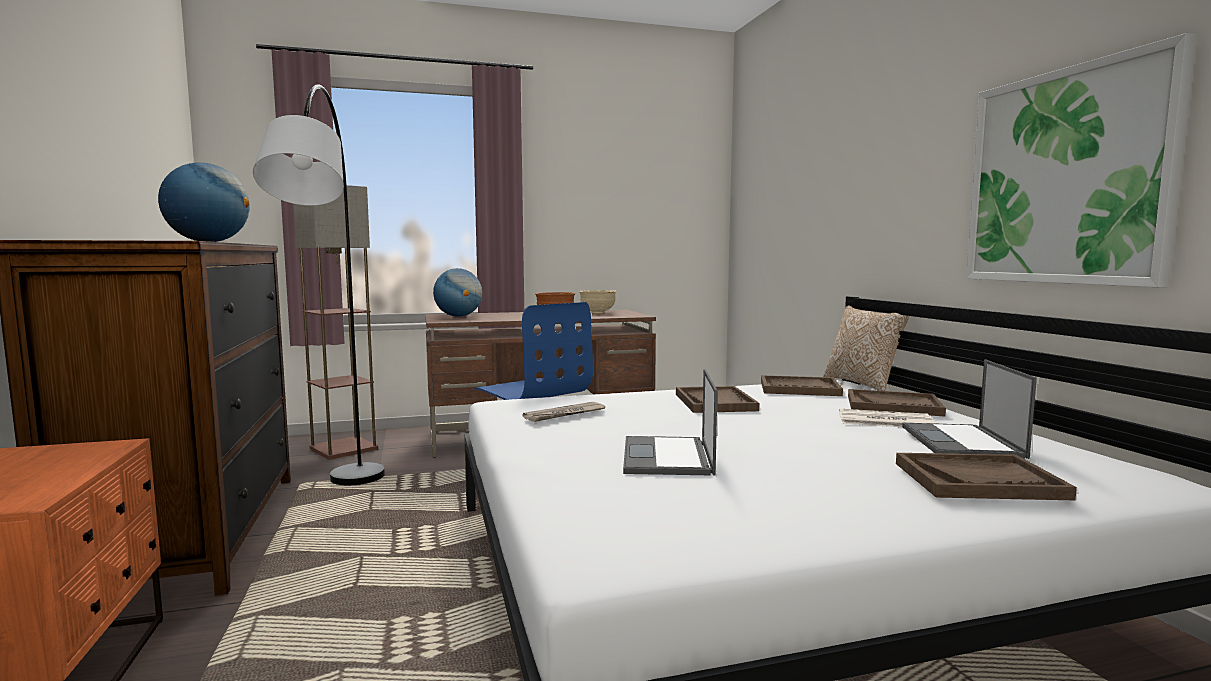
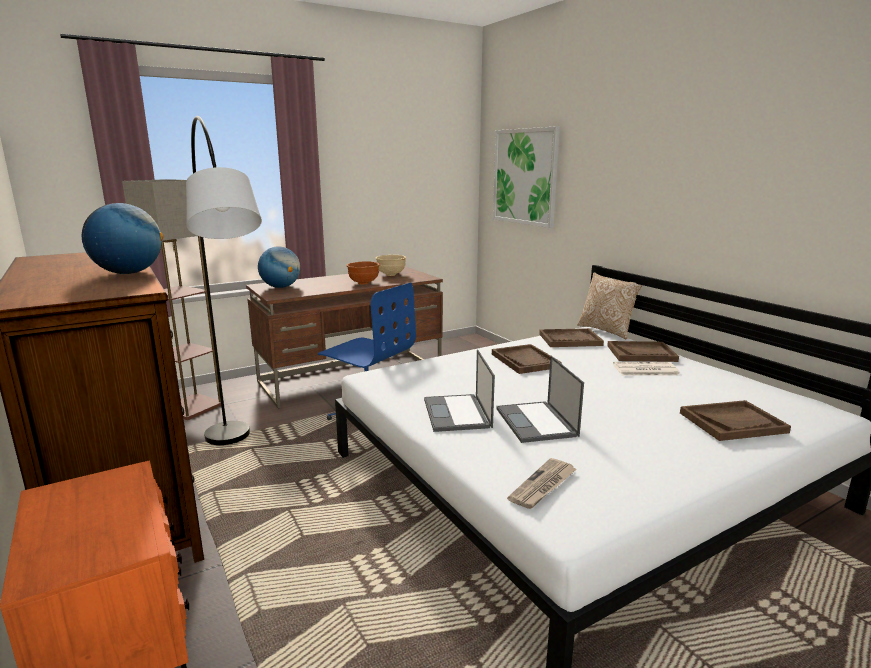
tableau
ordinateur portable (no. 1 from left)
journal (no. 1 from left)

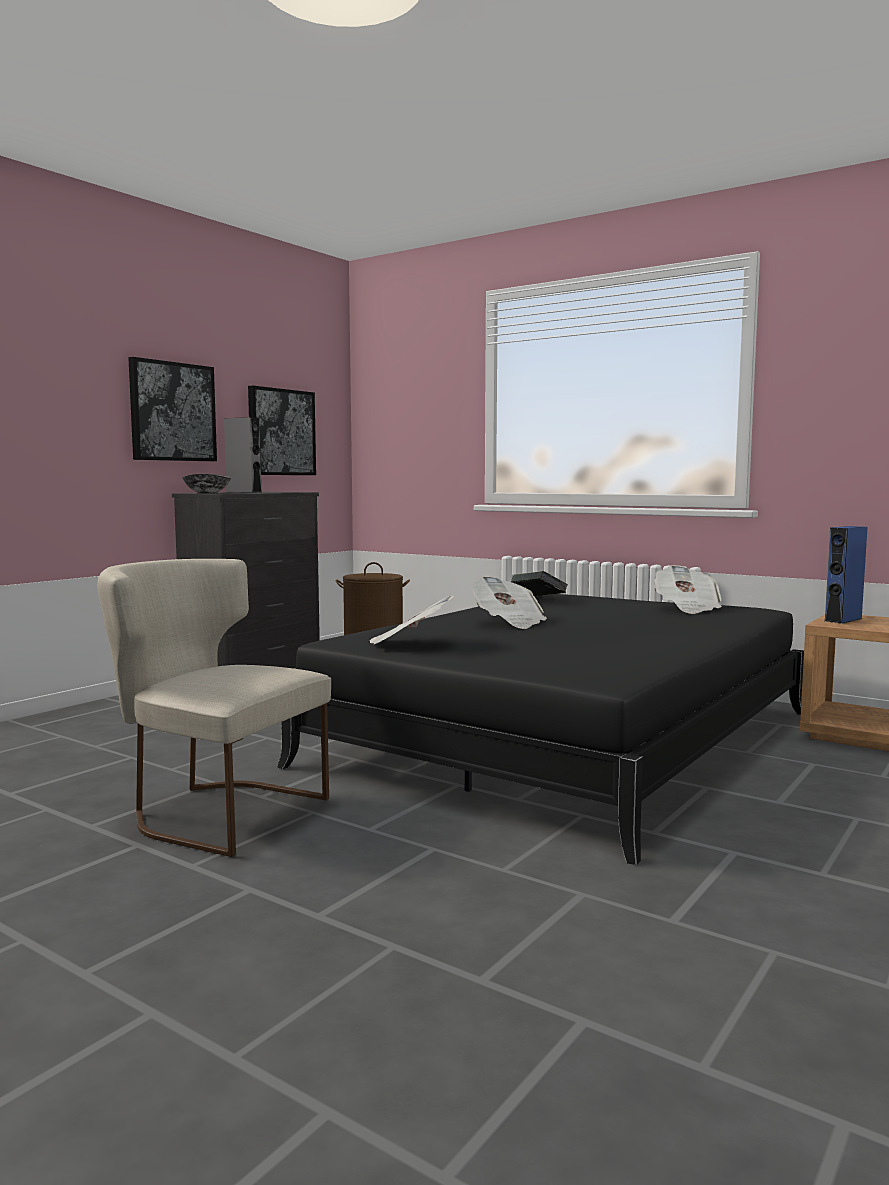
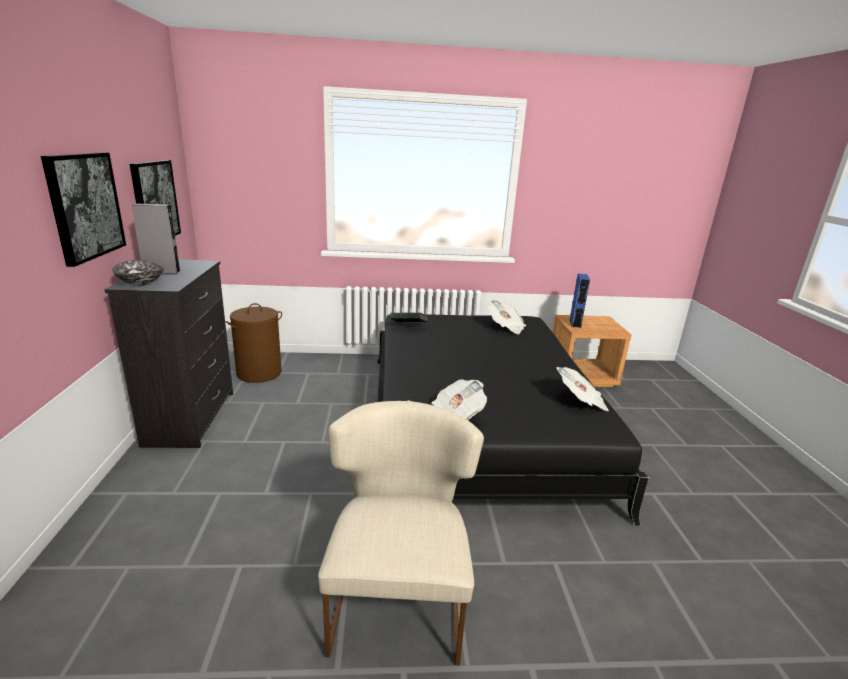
chaise/beige
journal (no. 3 from left)

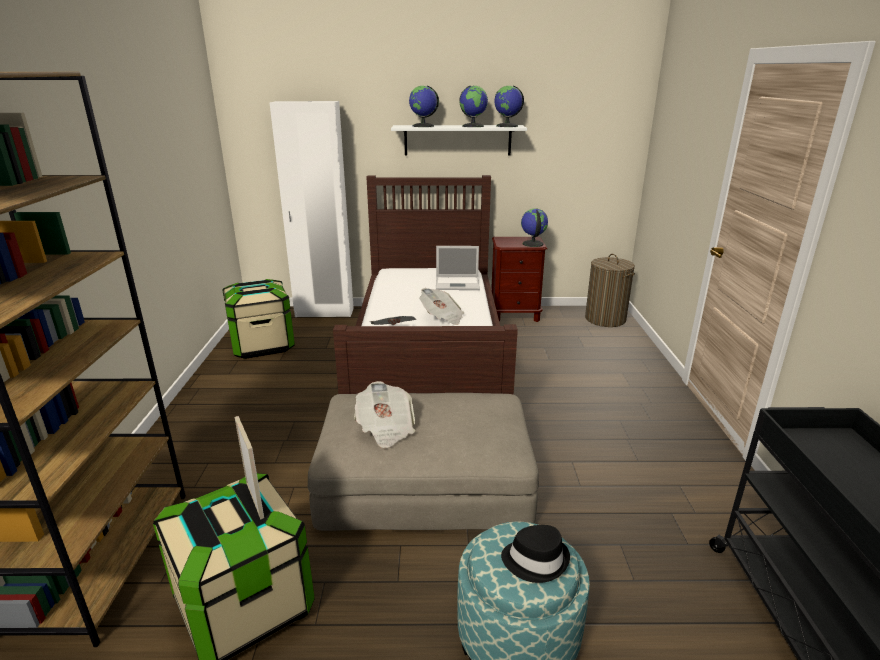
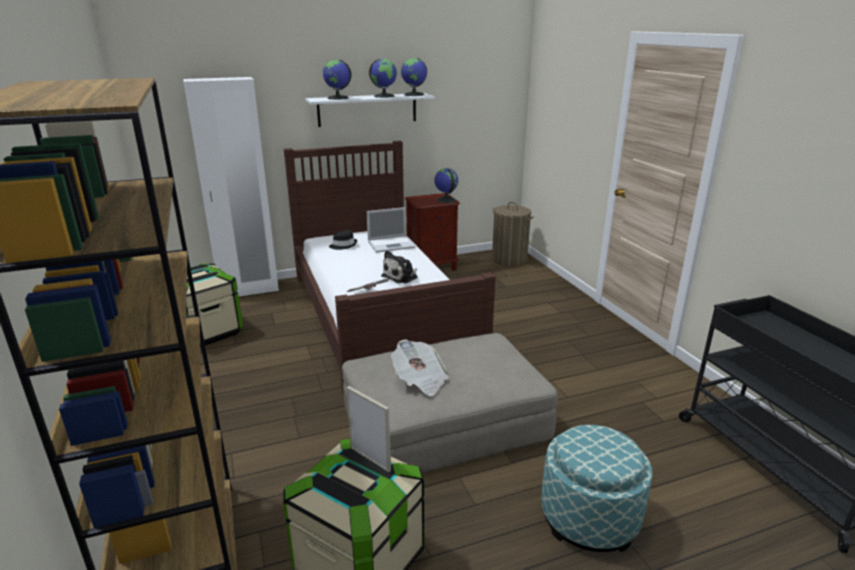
peluche
chapeau/noir

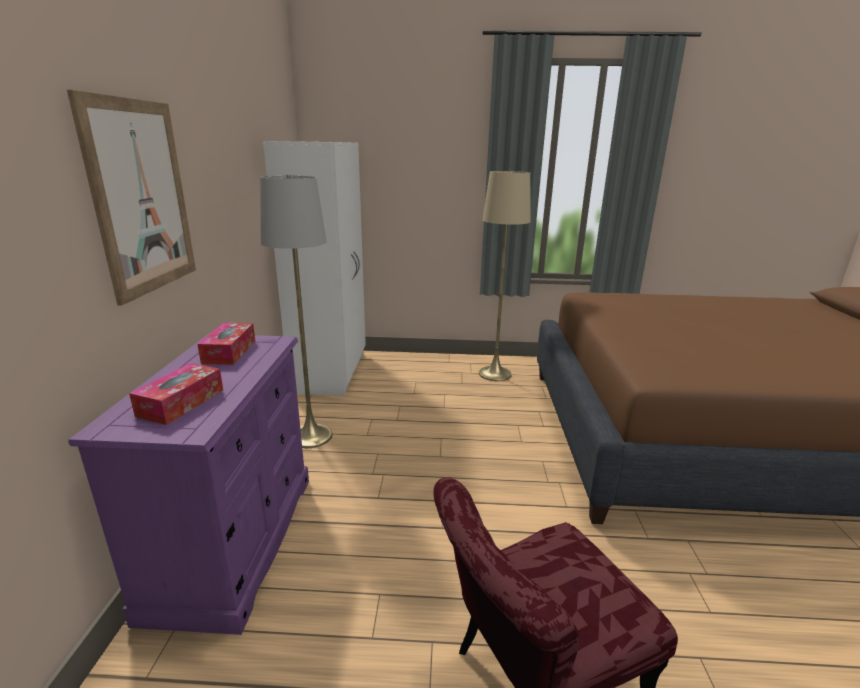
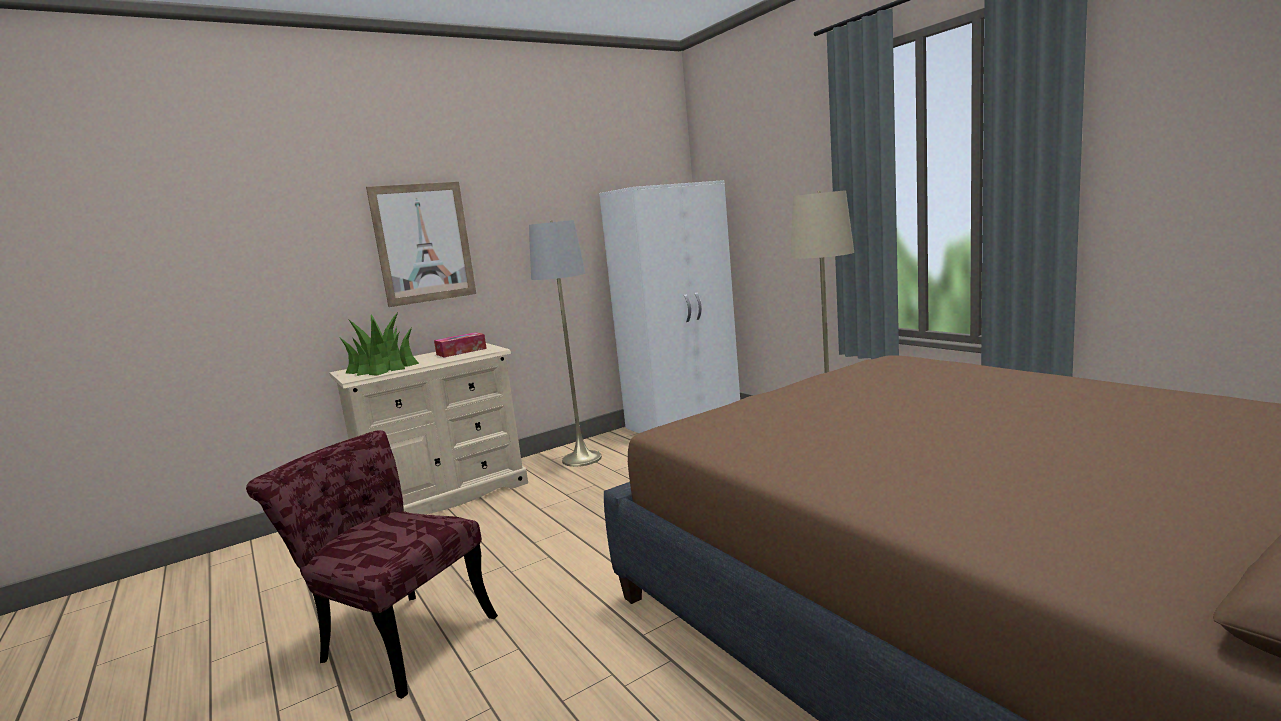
commode/beige
plante en pot

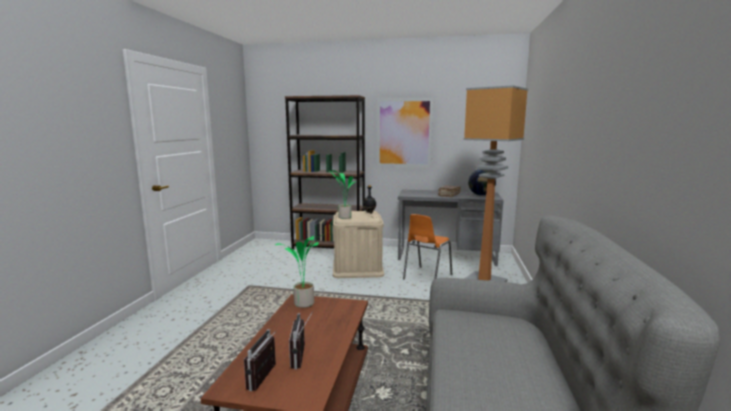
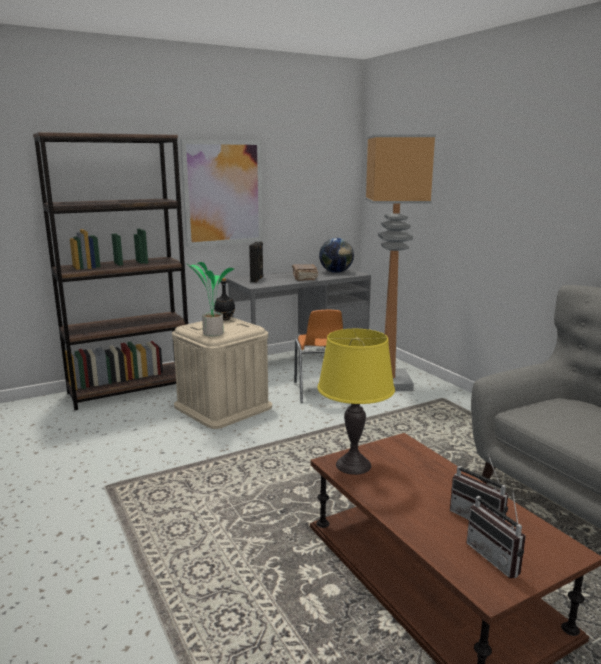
lampe de table/jaune
enceinte/noir

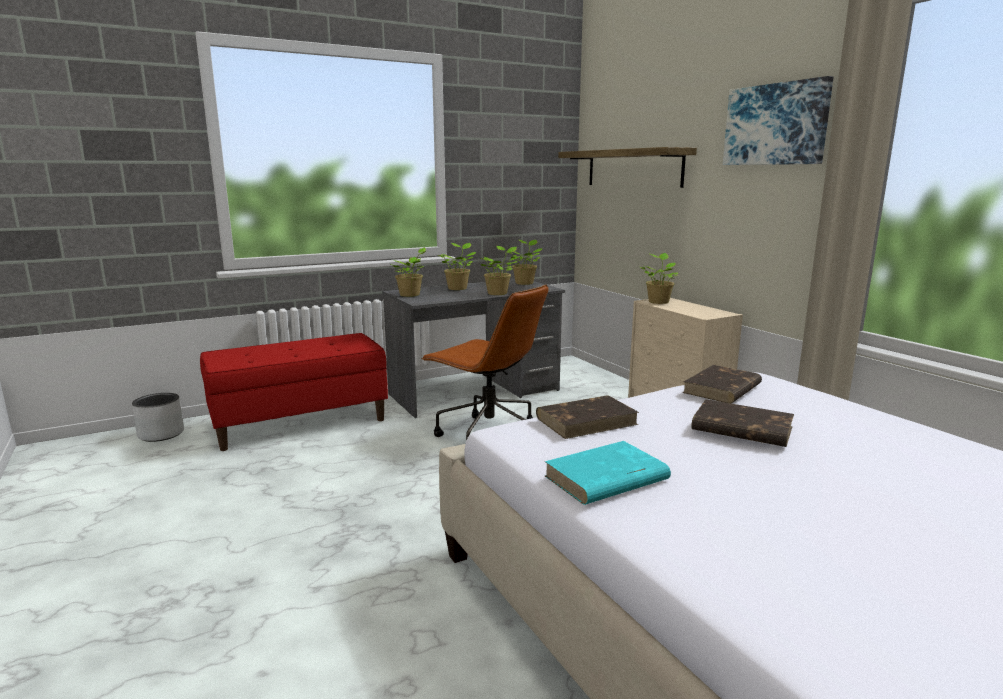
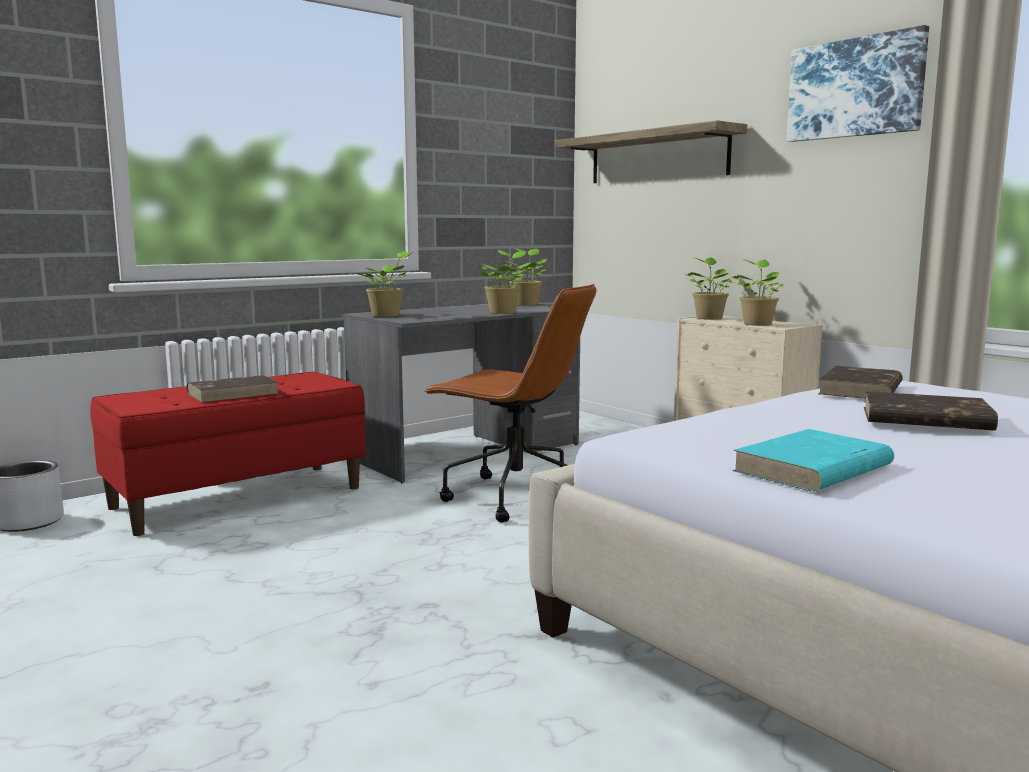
plante en pot (no. 5 from left)
livre/marron (no. 1 from left)

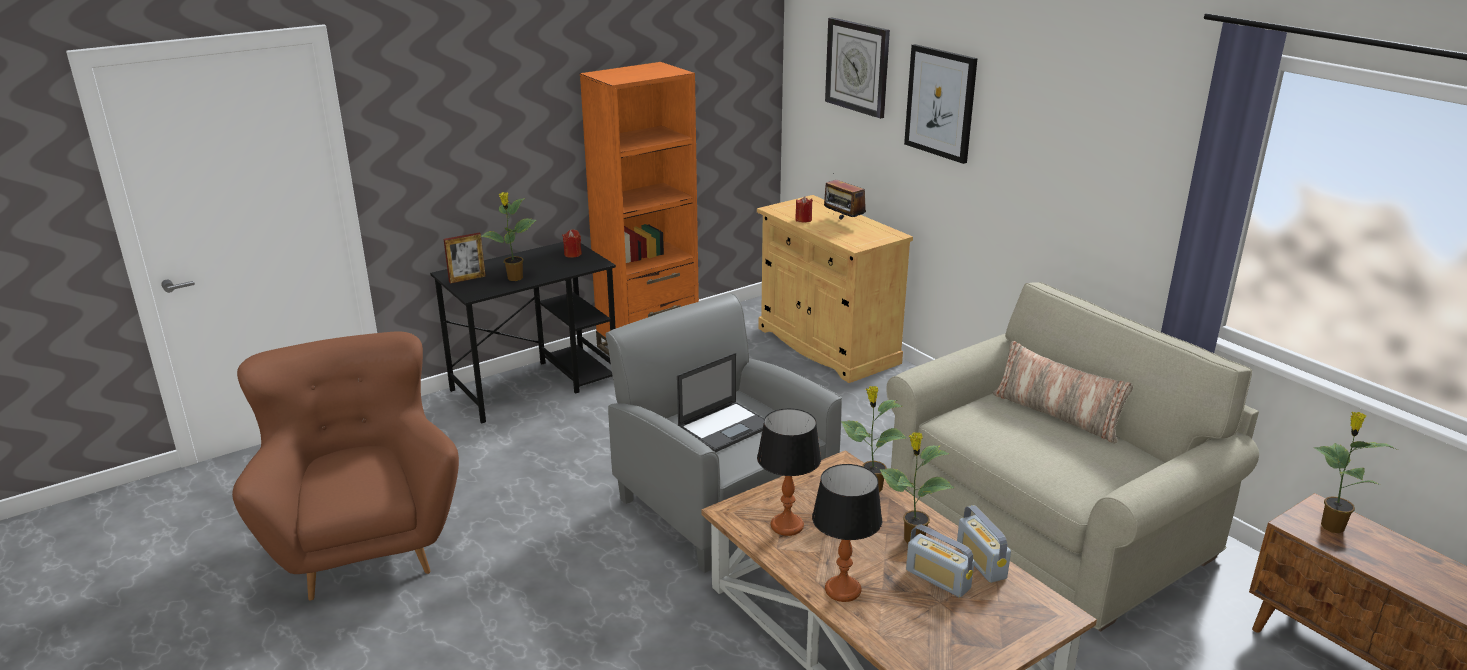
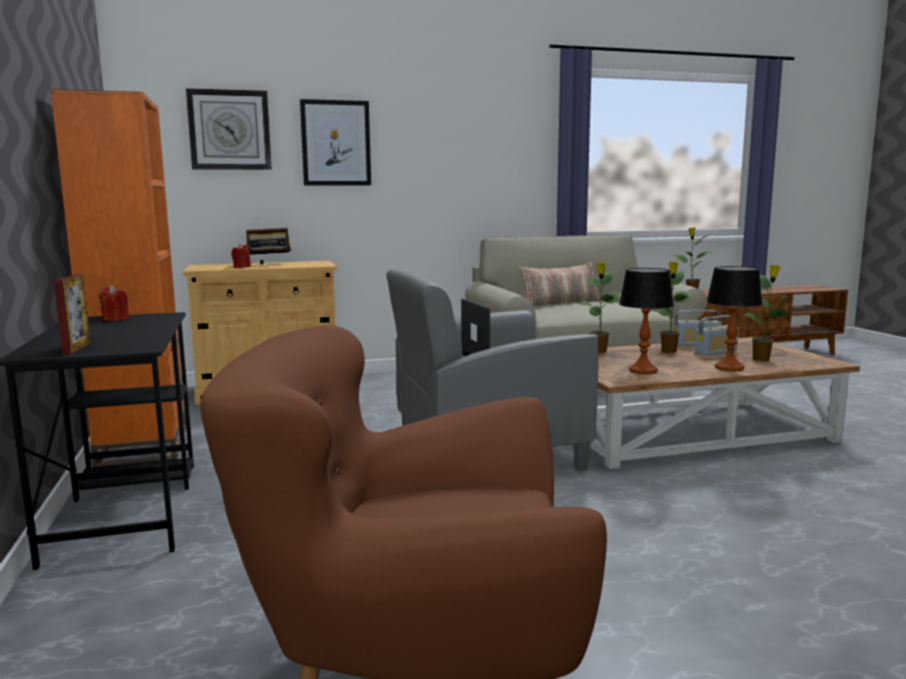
plante en pot (no. 4 from left)

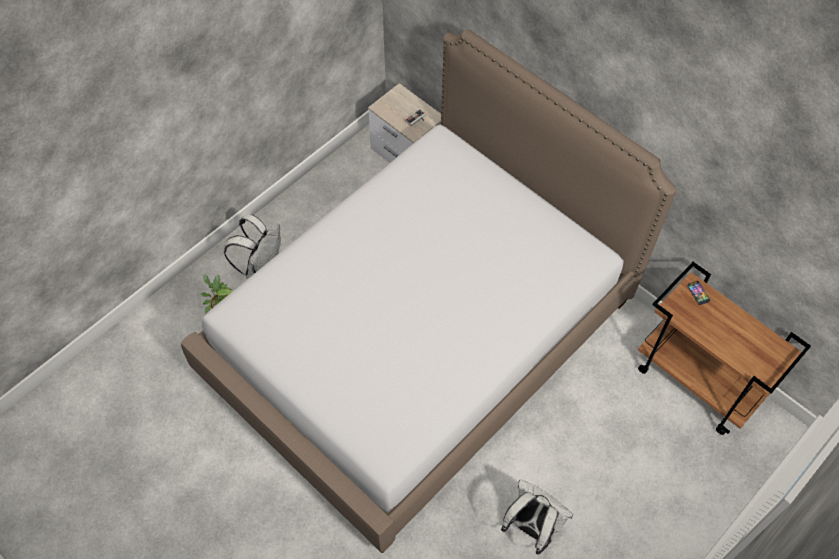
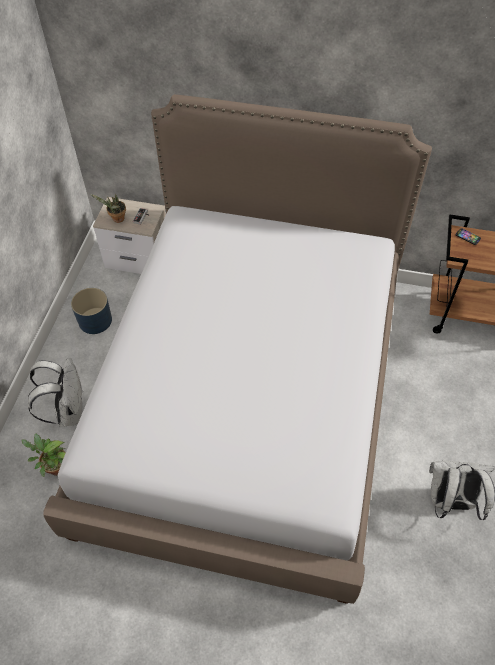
plante en pot (no. 2 from left)
cache-pot/bleu

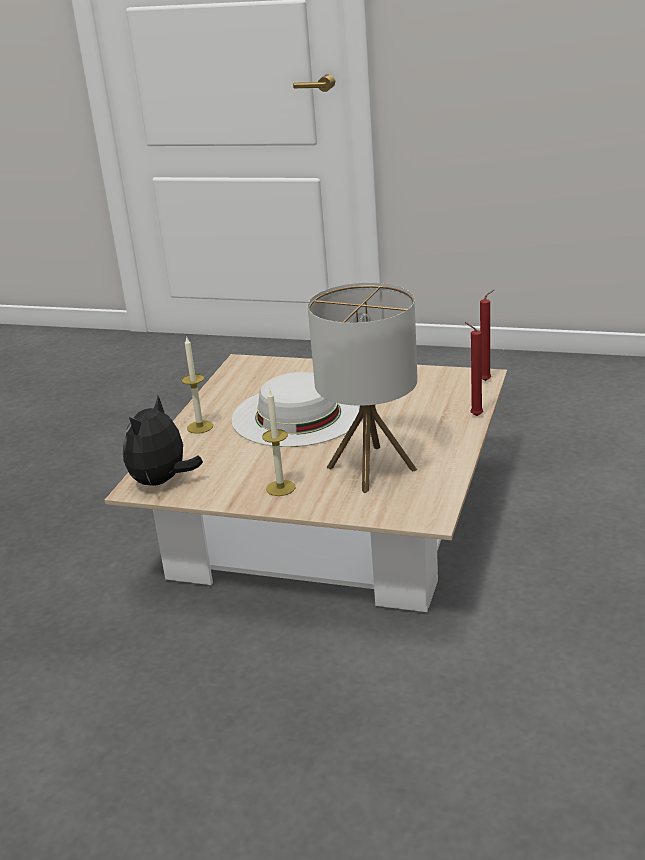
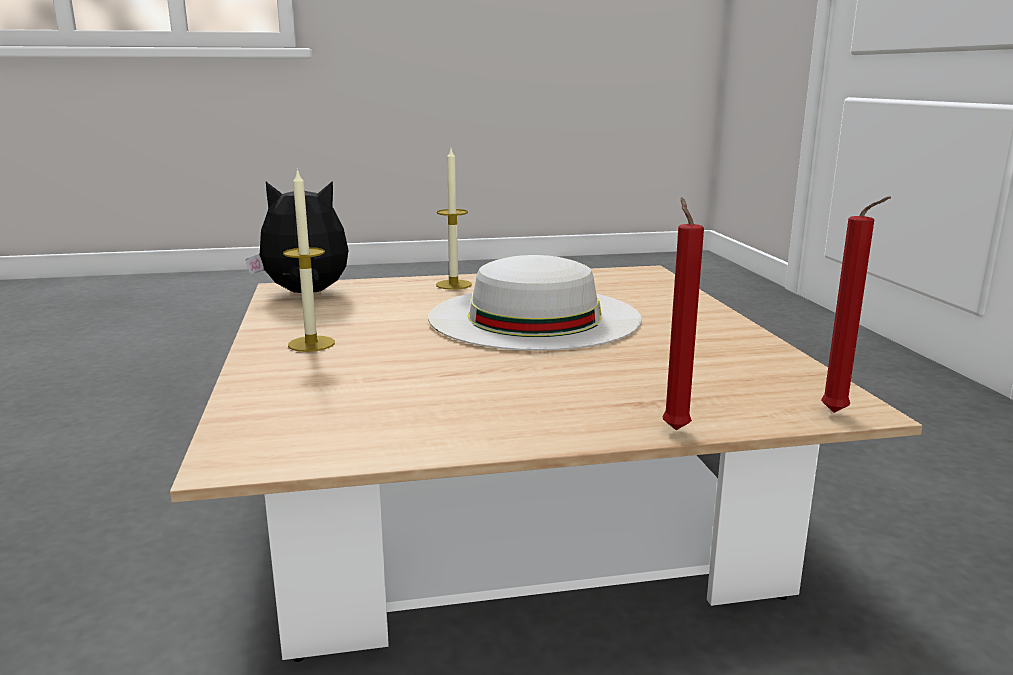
lampe de table

